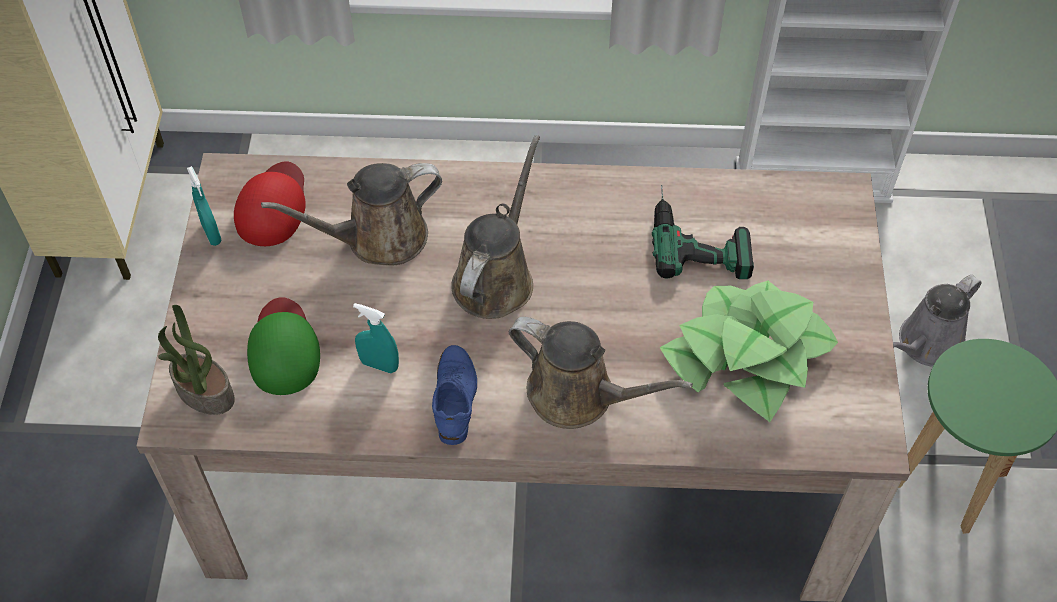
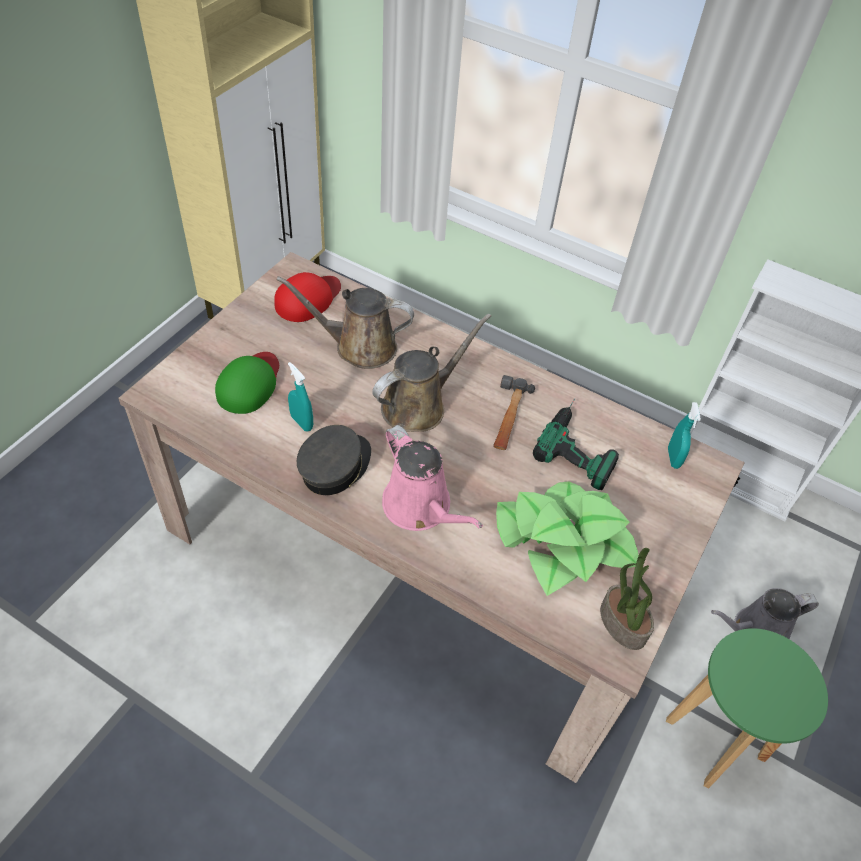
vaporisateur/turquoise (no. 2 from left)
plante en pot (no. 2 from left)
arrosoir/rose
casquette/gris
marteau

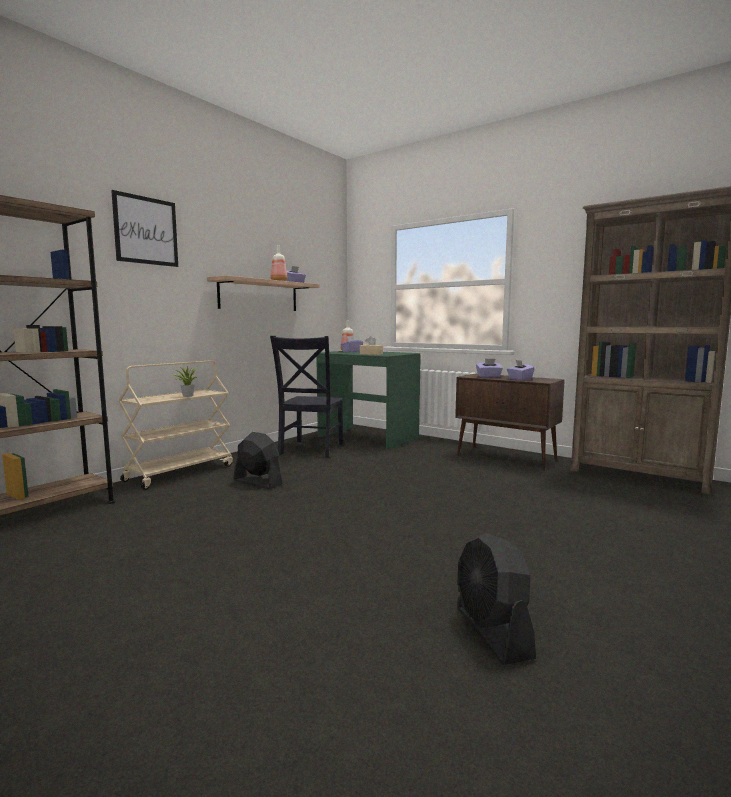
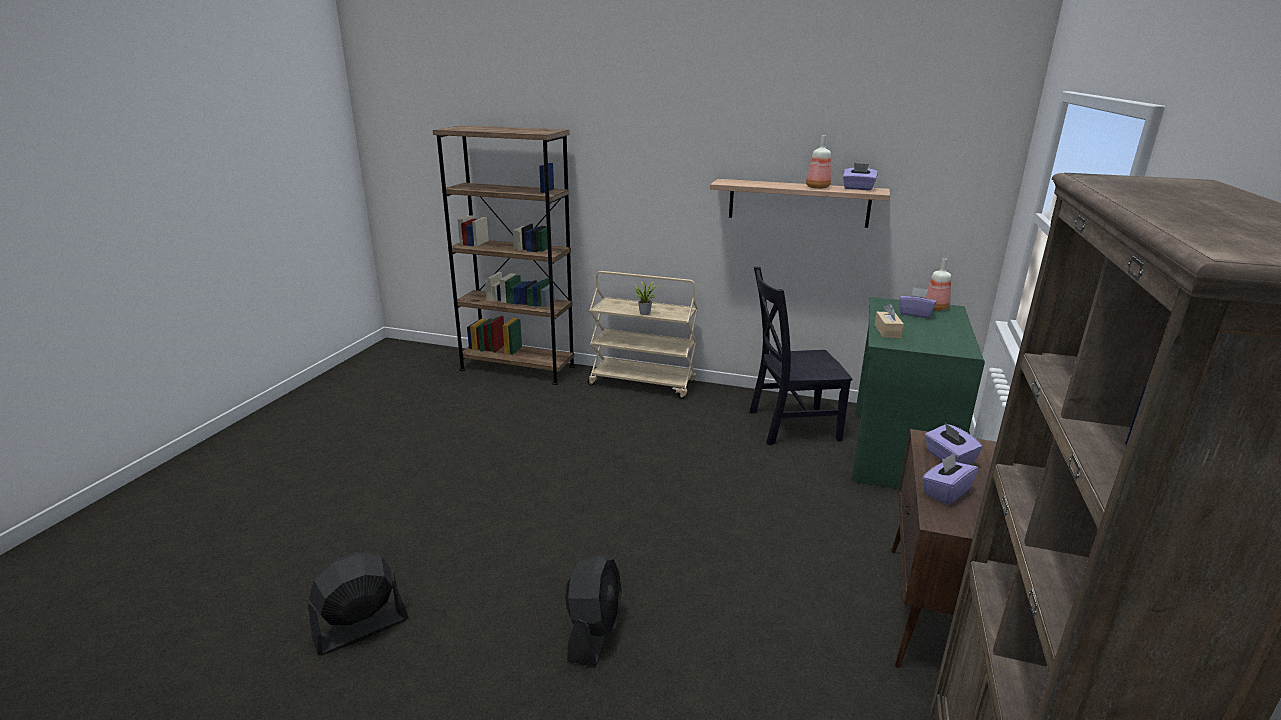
tableau
ventilateur/noir (no. 2 from left)

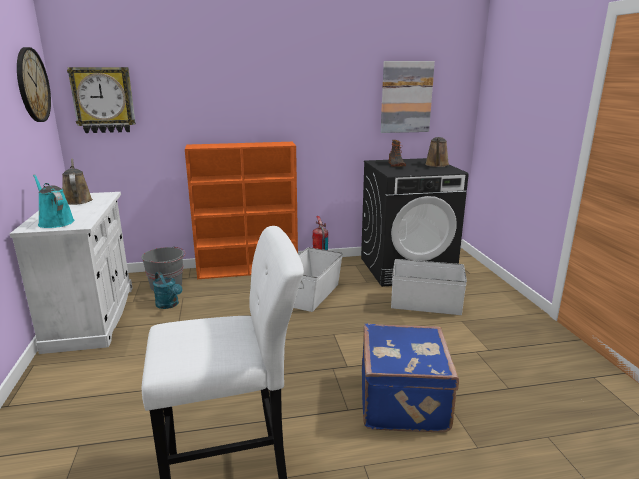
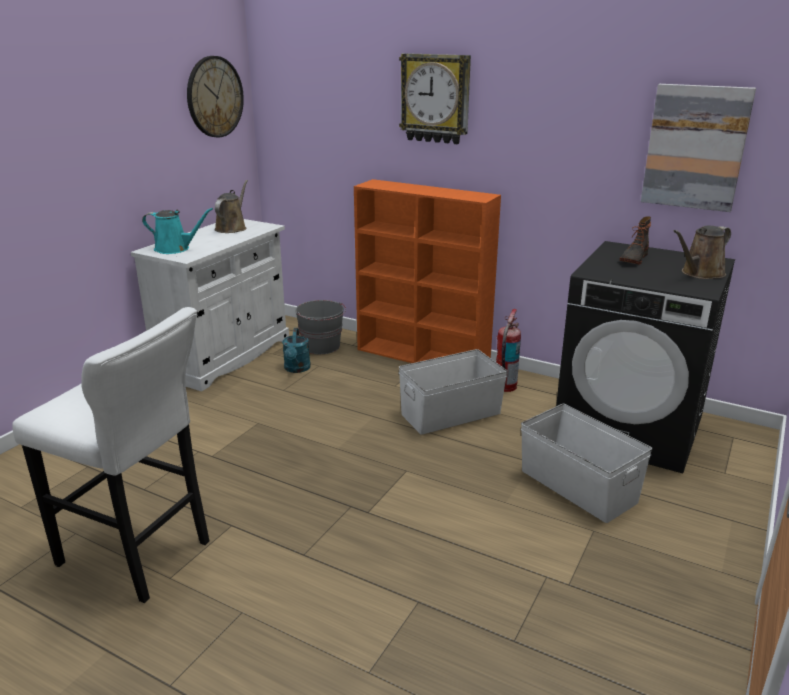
horloge murale (no. 2 from left)
arrosoir/turquoise (no. 1 from left)
valise/bleu

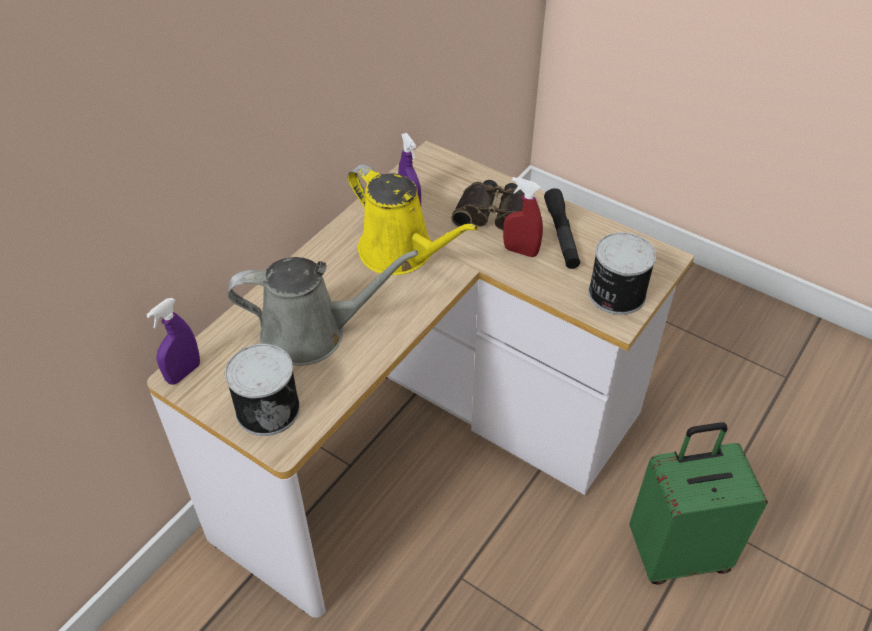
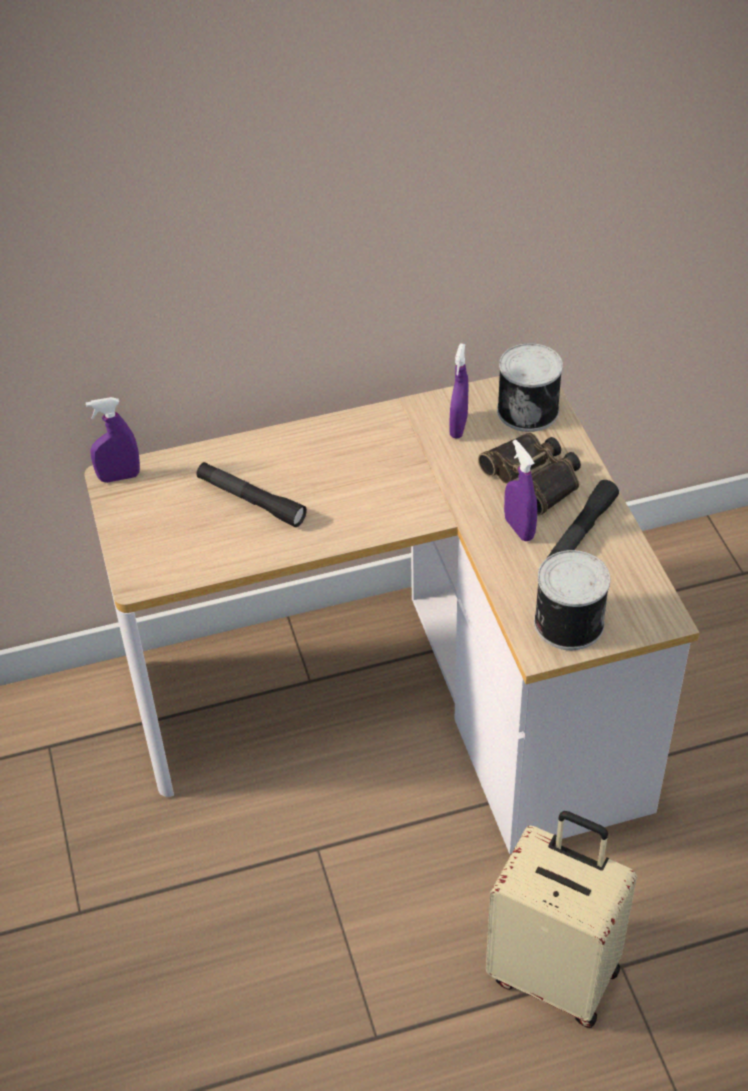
arrosoir/jaune
vaporisateur/violet (no. 3 from left)
lampe de poche/noir (no. 1 from left)
boîte métallique (no. 1 from left)
valise/beige

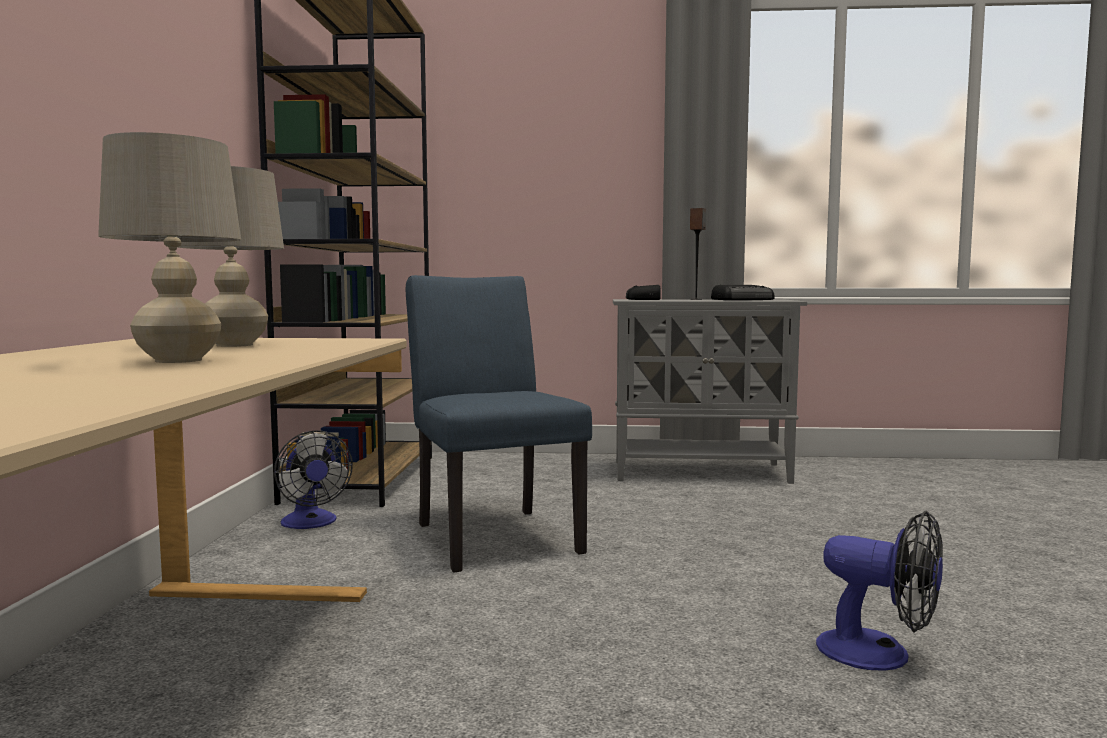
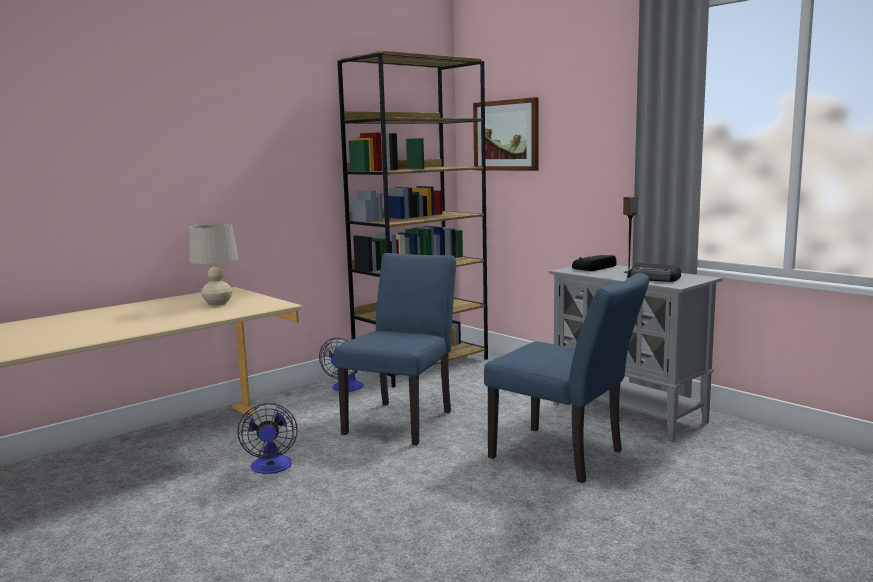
lampe de table/beige (no. 1 from left in the first image)
ventilateur (no. 1 from left)
tableau
chaise/bleu (no. 2 from left)

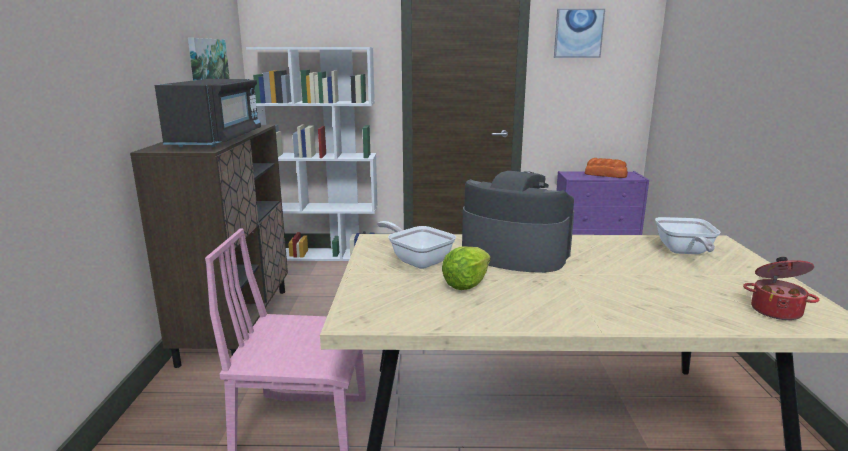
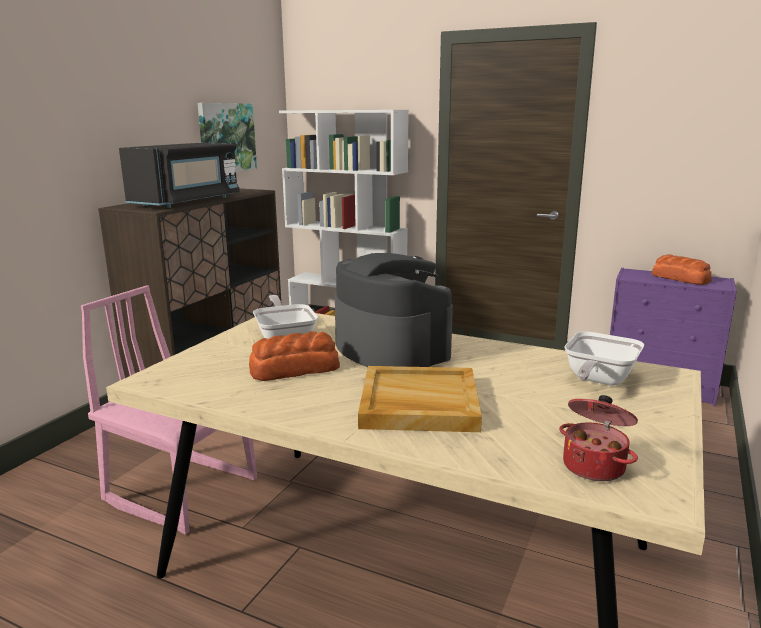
tableau (no. 2 from left in the first image)
pain (no. 1 from left)
plateau/beige

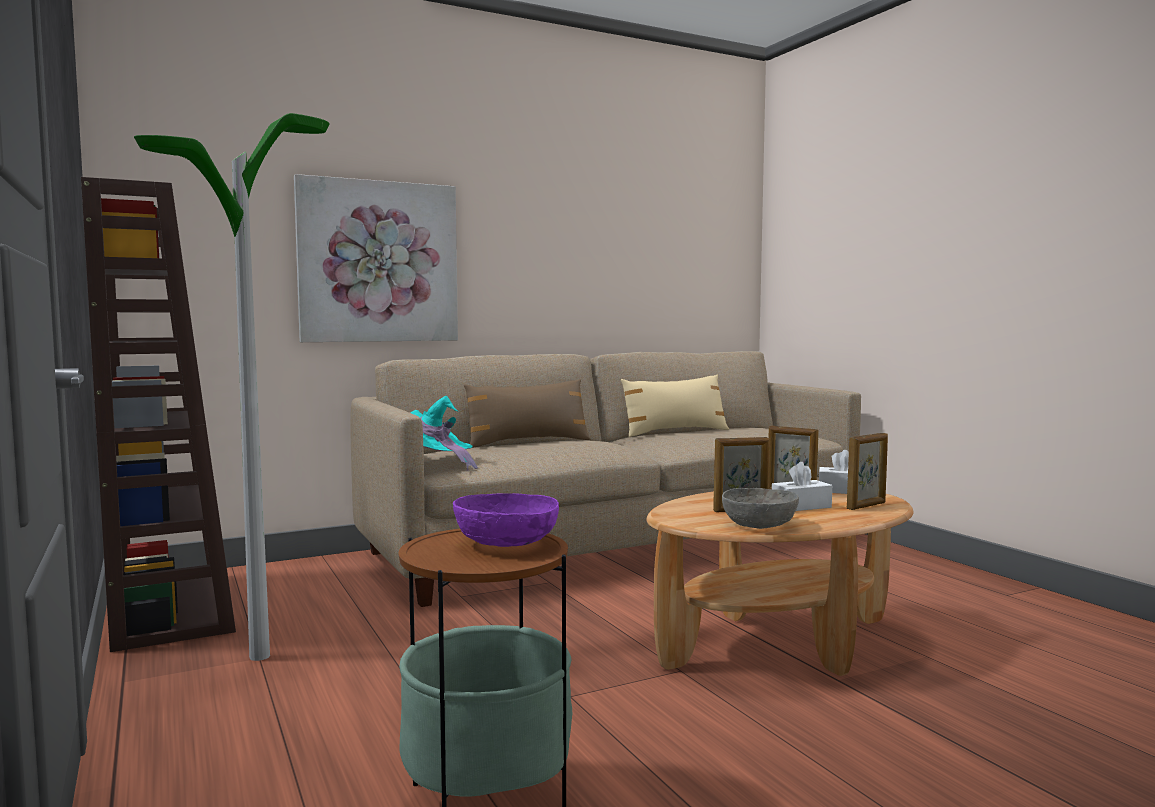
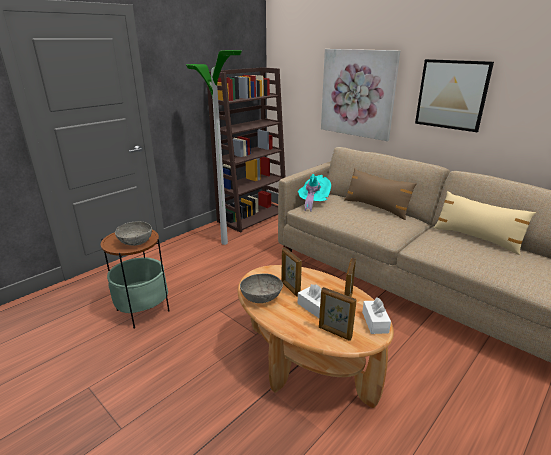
bol/gris (no. 1 from left)
tableau (no. 2 from left)

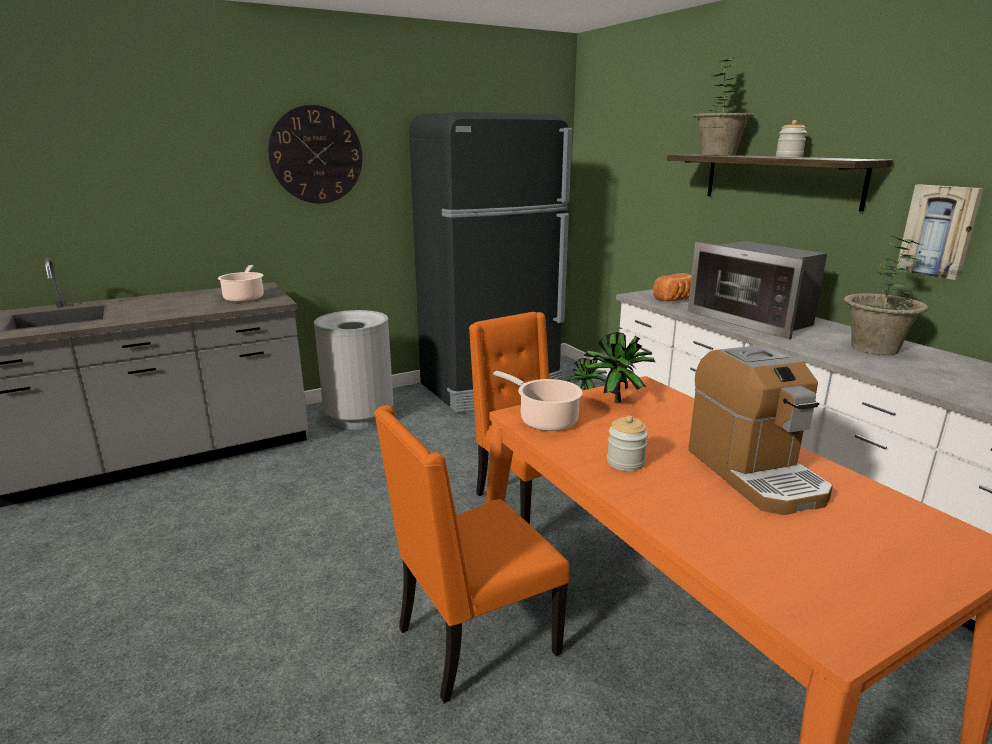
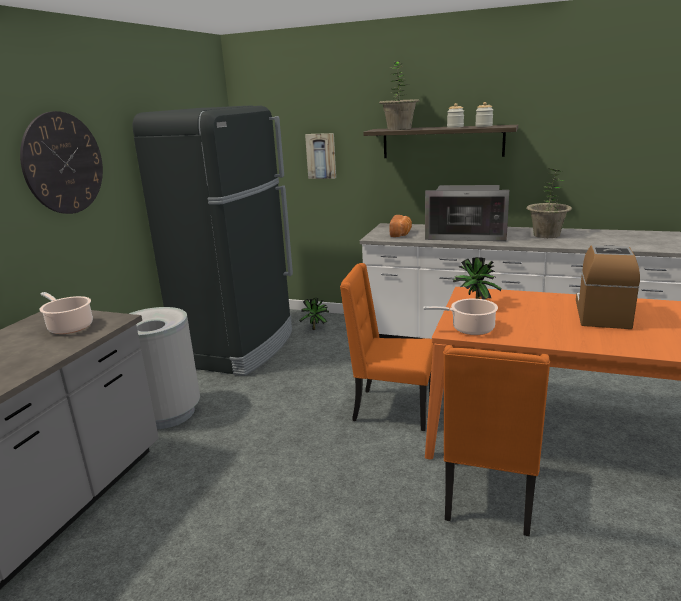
tableau
machine à café
bocal (no. 2 from left)

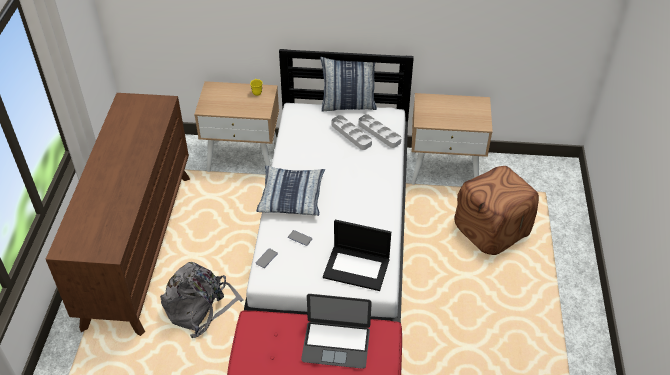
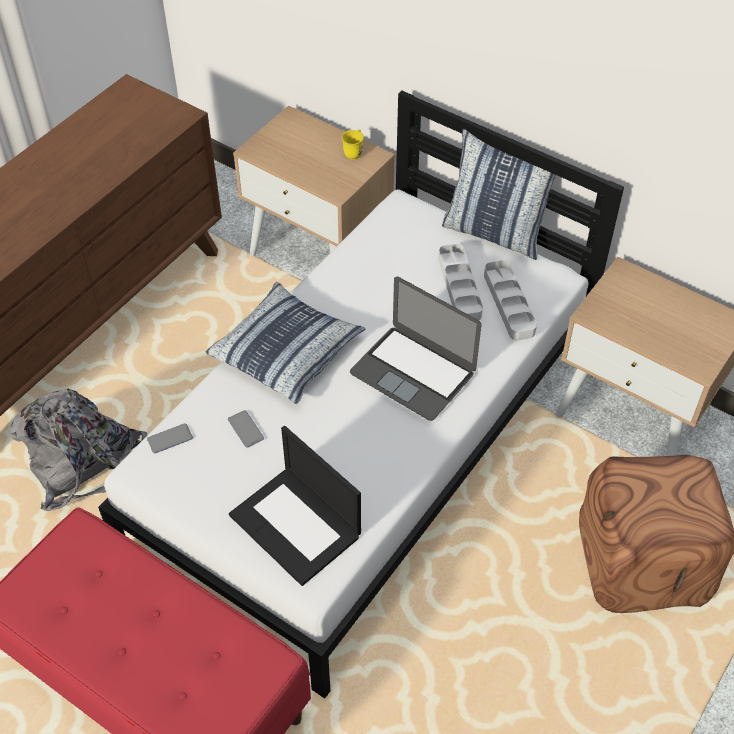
ordinateur portable (no. 2 from left)

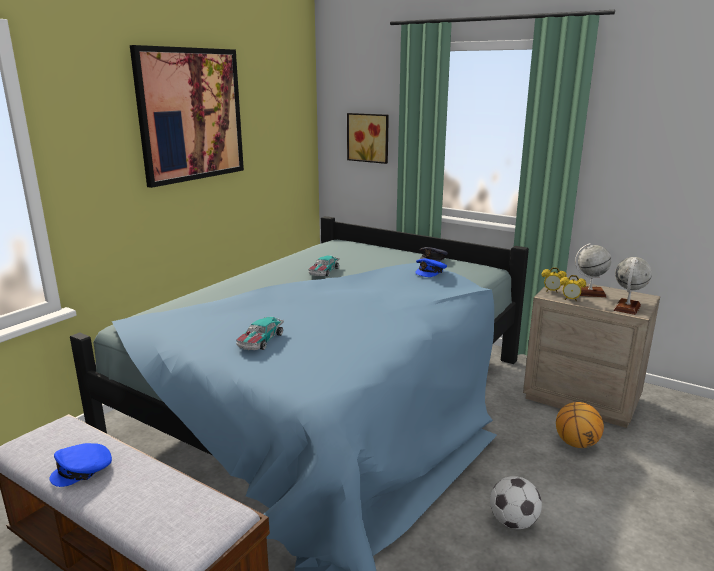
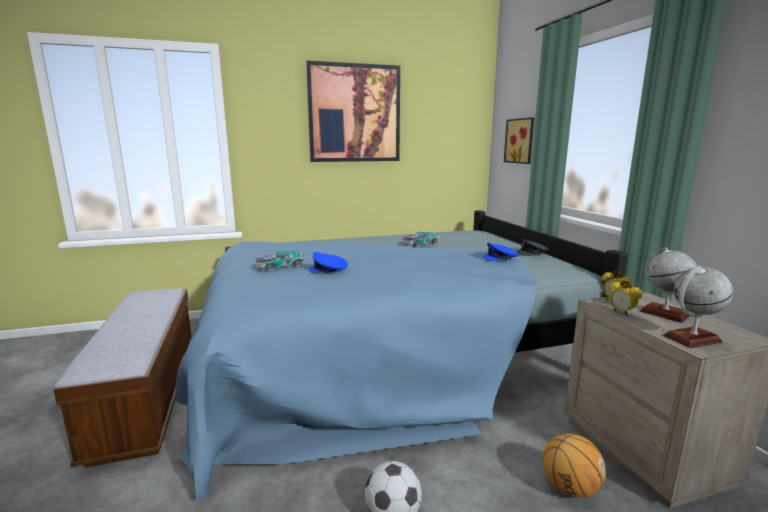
casquette/bleu (no. 1 from left)

